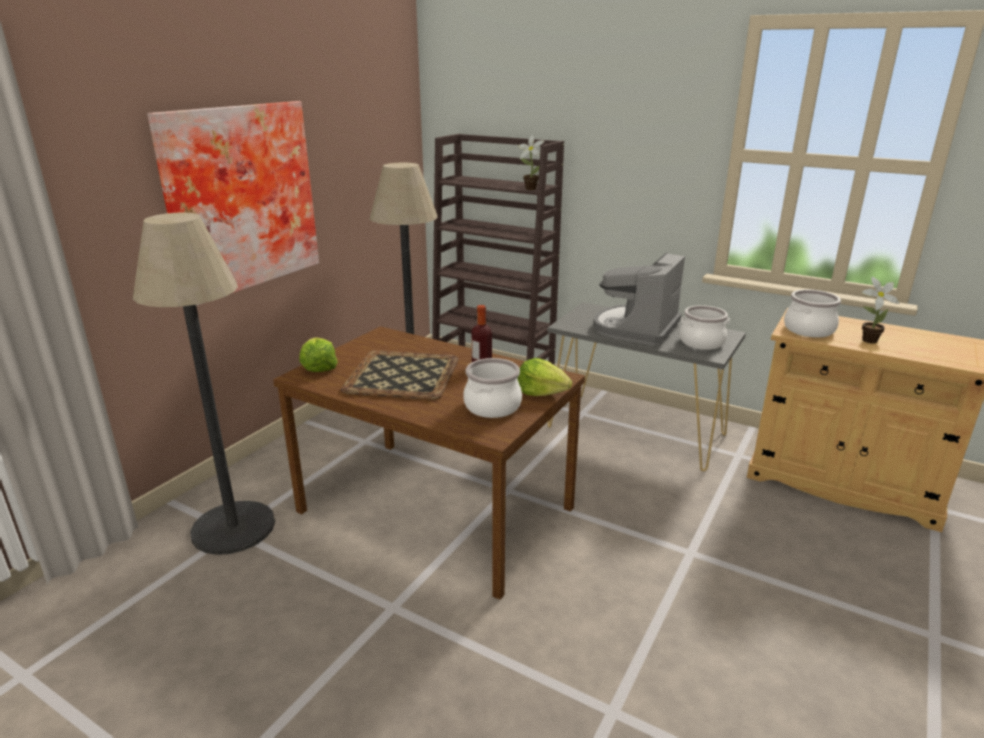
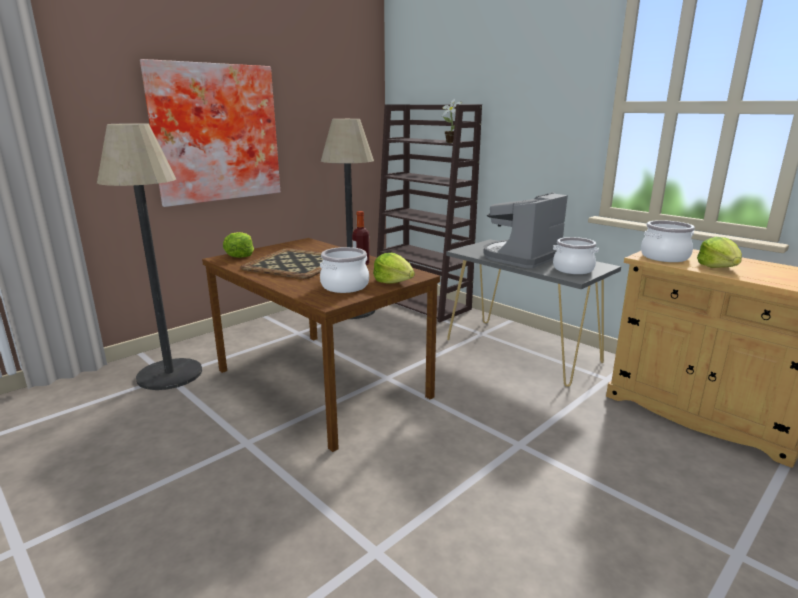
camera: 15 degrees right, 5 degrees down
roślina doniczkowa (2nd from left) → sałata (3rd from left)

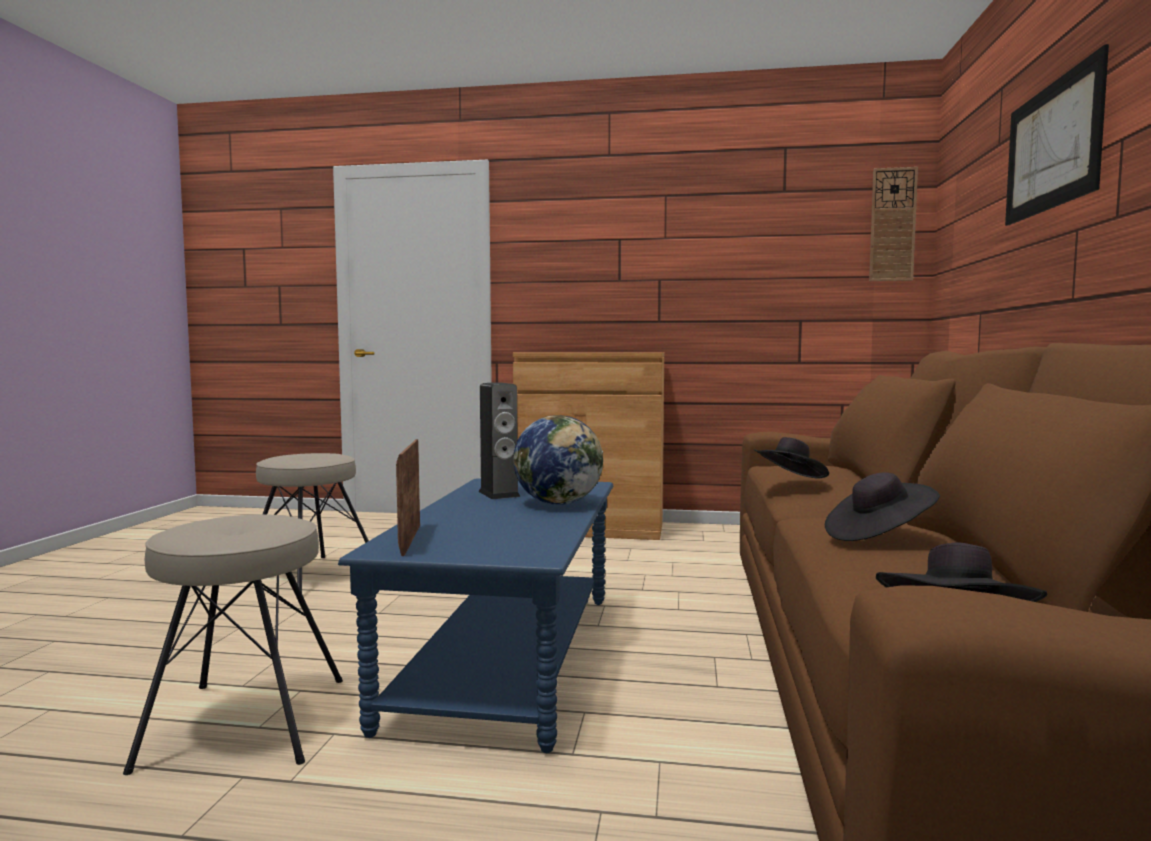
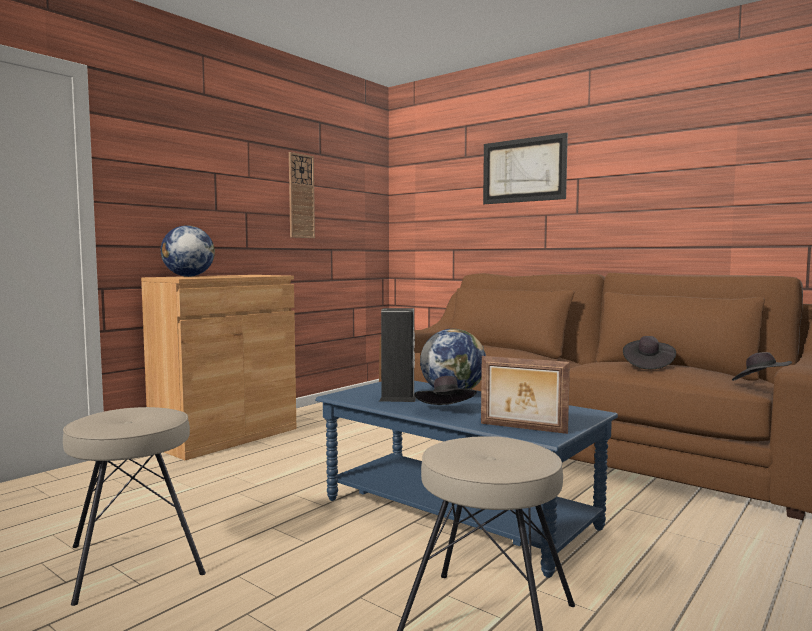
camera: 60 degrees left, 0 degrees up
kapelusz/czarny (1st from left), moved
zegar ścienny, moved
- → globus (1st from left)

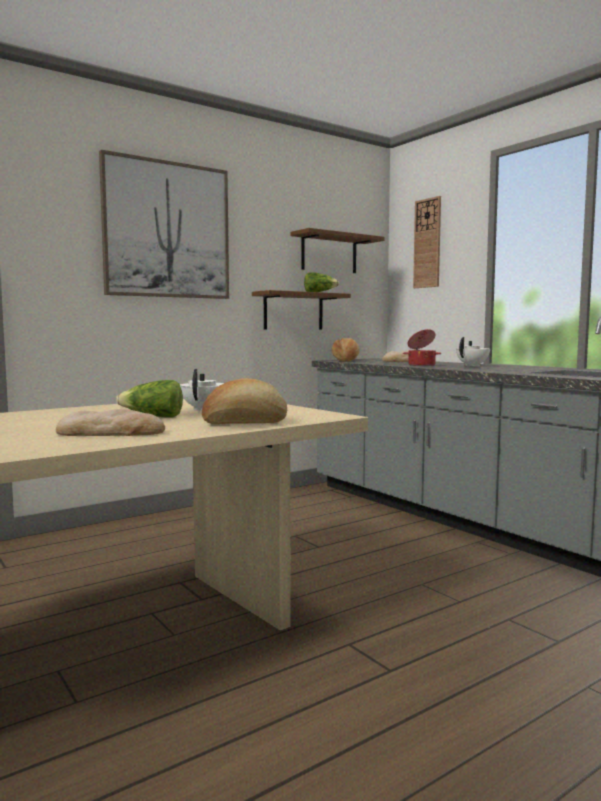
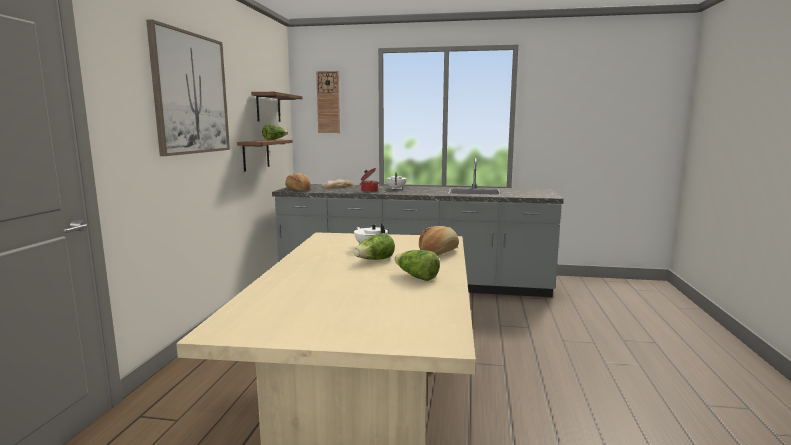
camera: 45 degrees left, 5 degrees up
chleb (1st from left) → sałata (3rd from left)

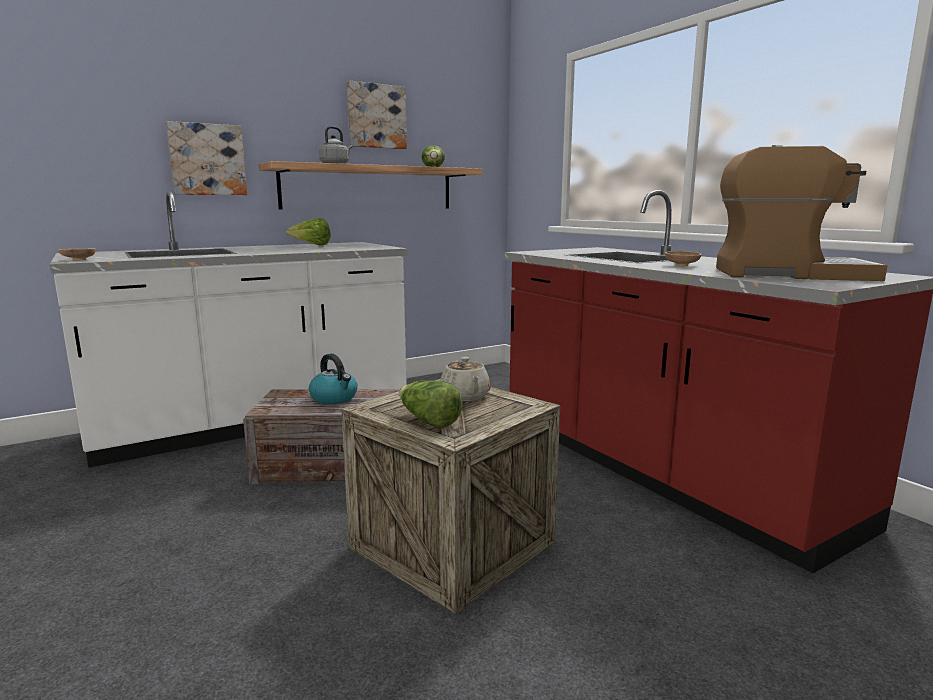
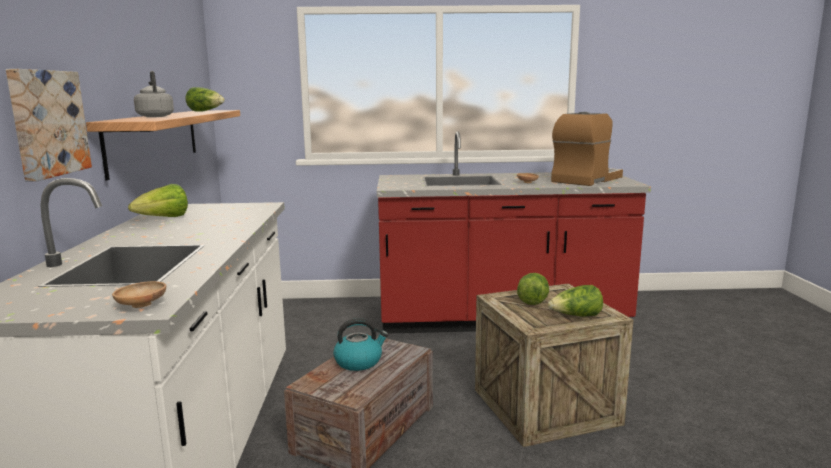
camera: 60 degrees left, 0 degrees up
obraz (2nd from left) → -
imbryk/beżowy → sałata (3rd from left)

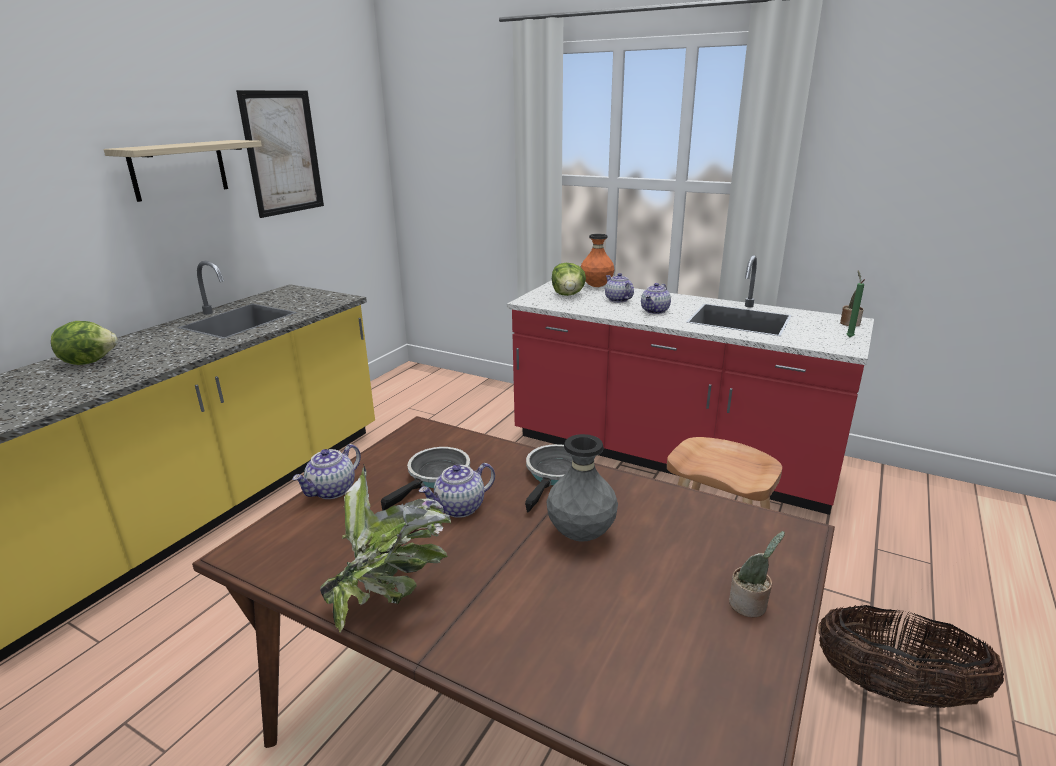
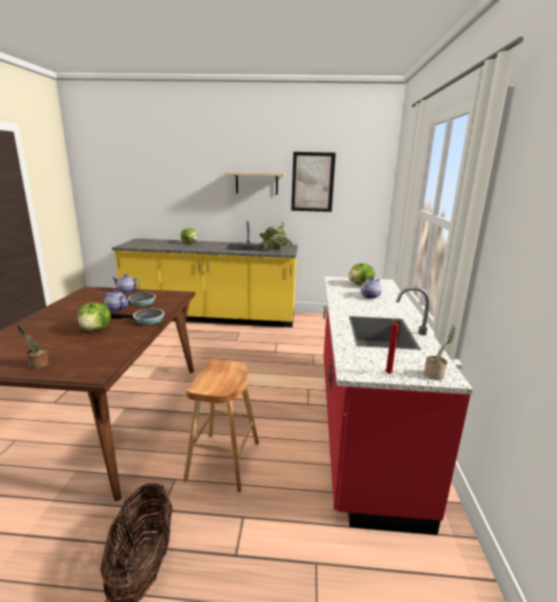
camera: 65 degrees right, 5 degrees down
roślina doniczkowa (1st from left in the first image) → roślina doniczkowa (2nd from left), moved
wazon/szary → sałata (1st from left)
wazon/pomarańczowy → -
imbryk (4th from left) → -
świeca/zielony → świeca/czerwony

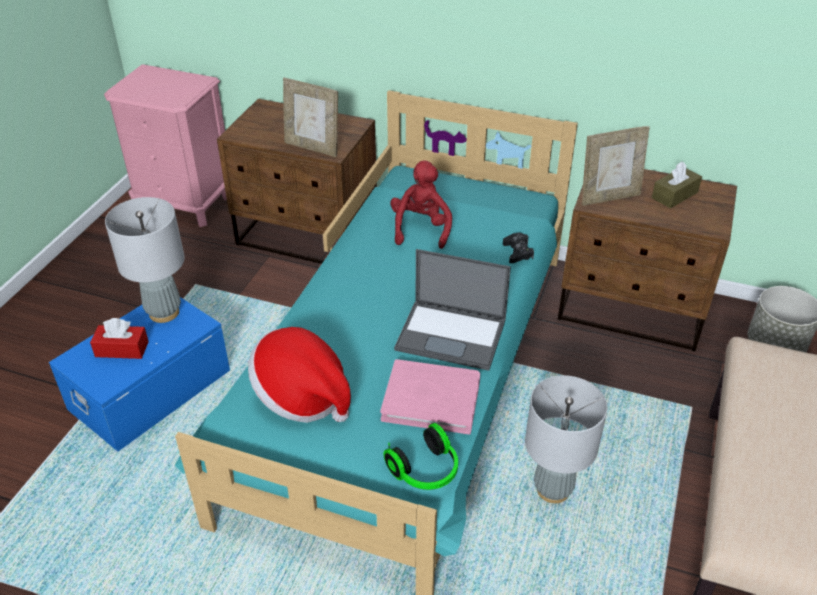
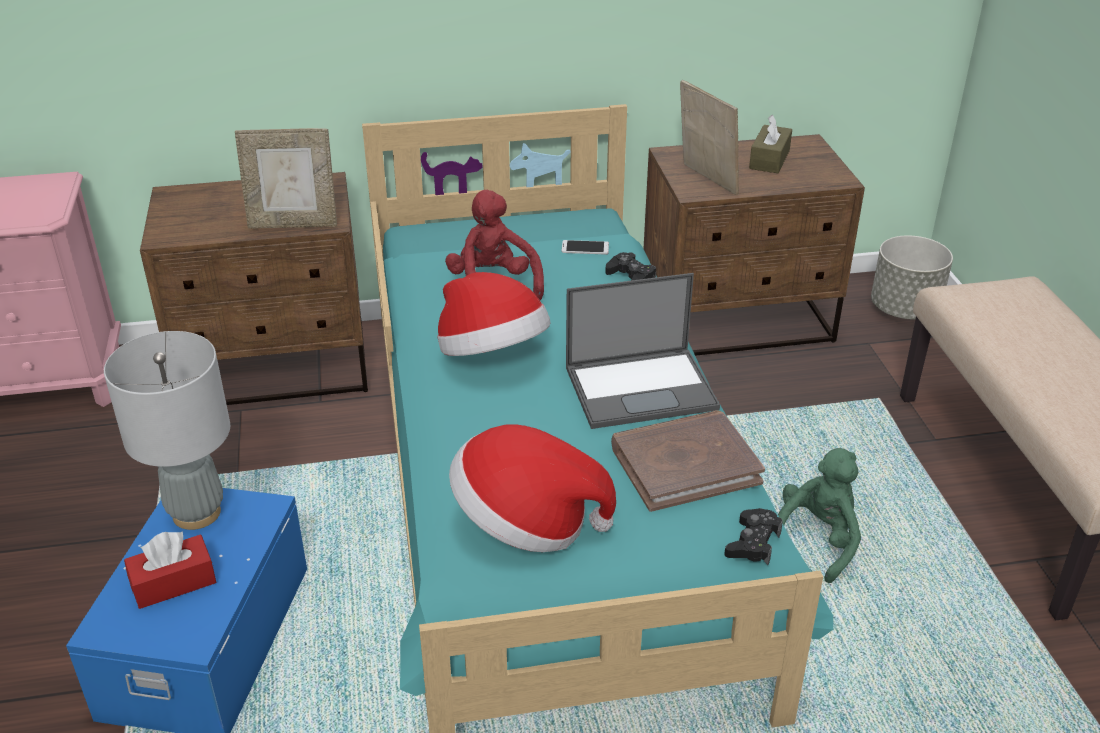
camera: 30 degrees left, 5 degrees down
książka/różowy → książka/brązowy
słuchawki → pad do gier/czarny (2nd from left)
lampa stołowa/szary (2nd from left) → pluszak/zielony
ramka na zdjęcie (2nd from left), 75 degrees counterclockwise
- → kapelusz (1st from left)
- → telefon

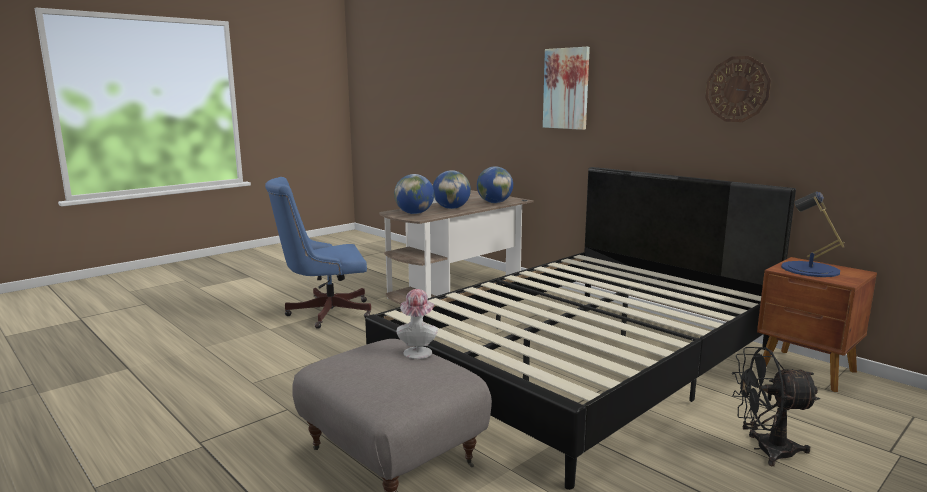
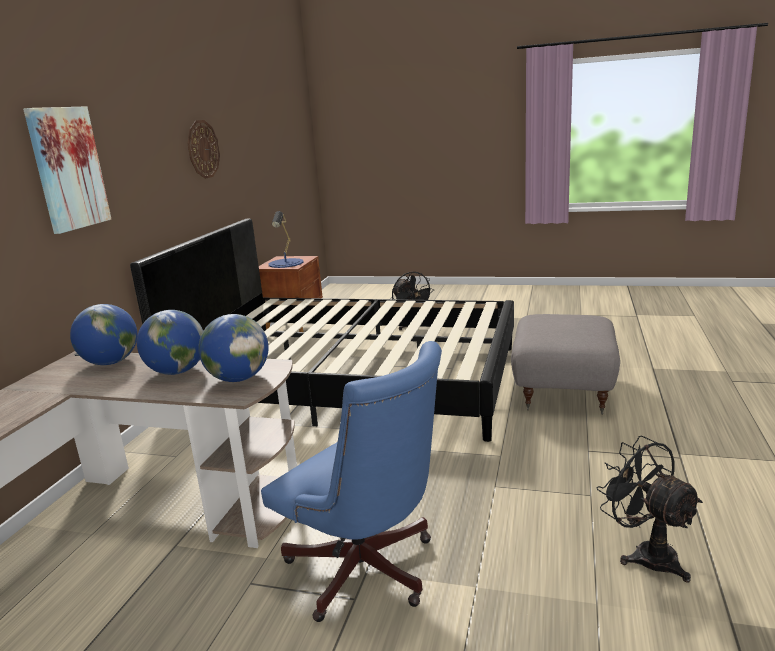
camera: 120 degrees left, 5 degrees up
kapelusz → -
- → wentylator/czarny (2nd from left)

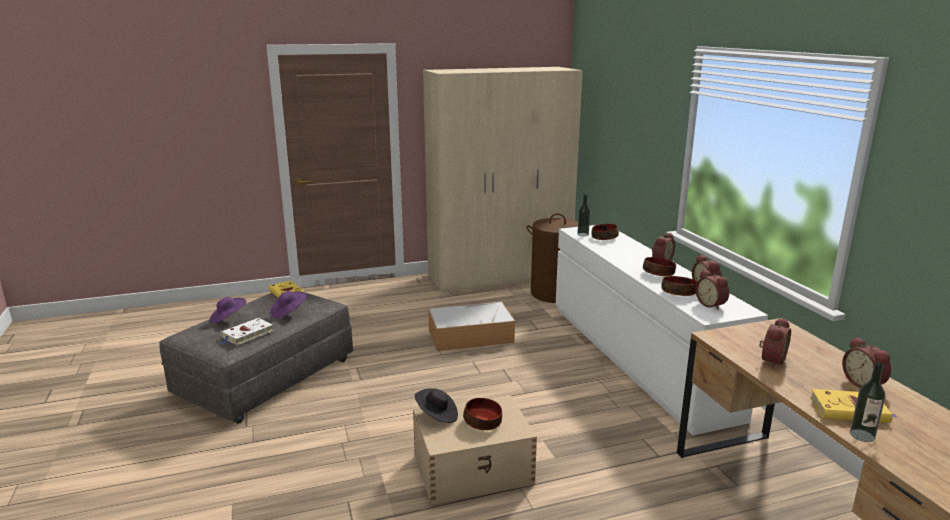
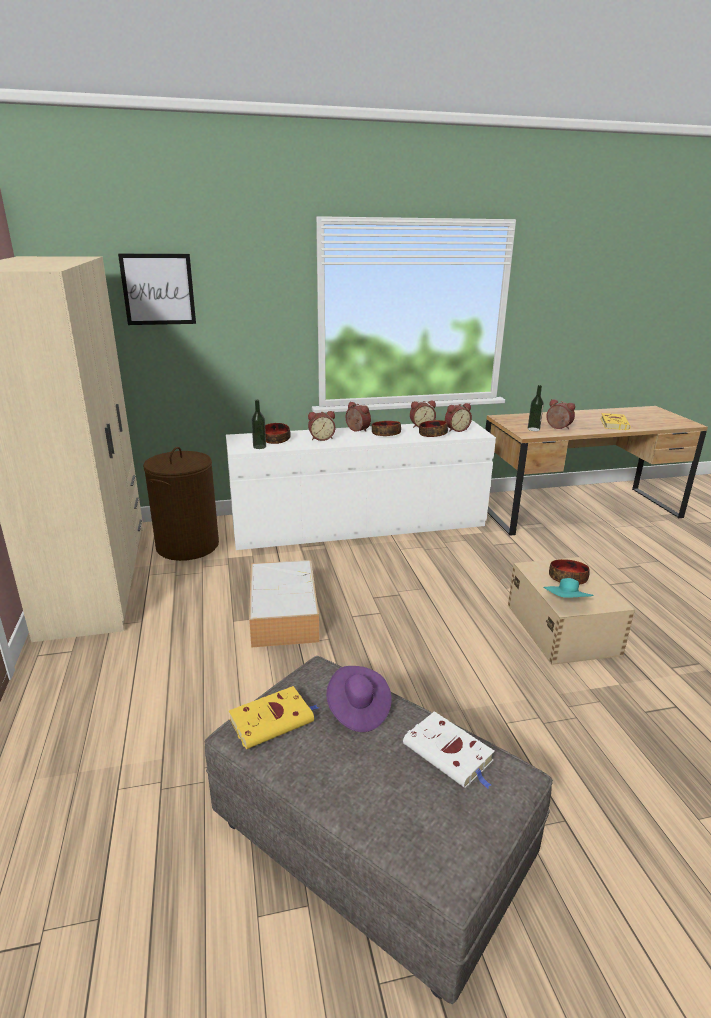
camera: 85 degrees left, 5 degrees up
kapelusz/fioletowy (1st from left) → -
kapelusz/czarny → kapelusz/turkusowy
budzik (5th from left in the first image) → budzik (1st from left), moved
butelka (2nd from left), moved
- → obraz

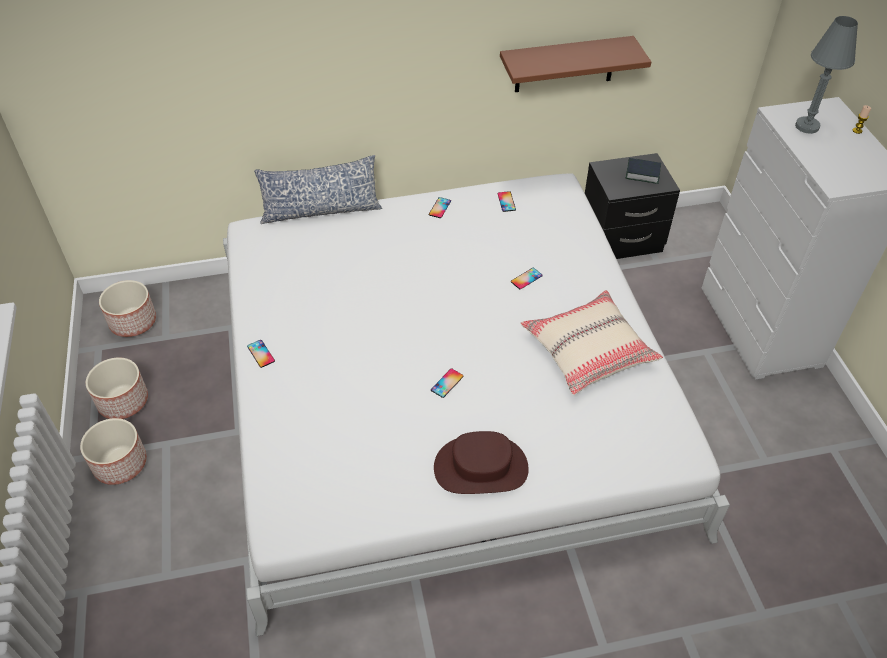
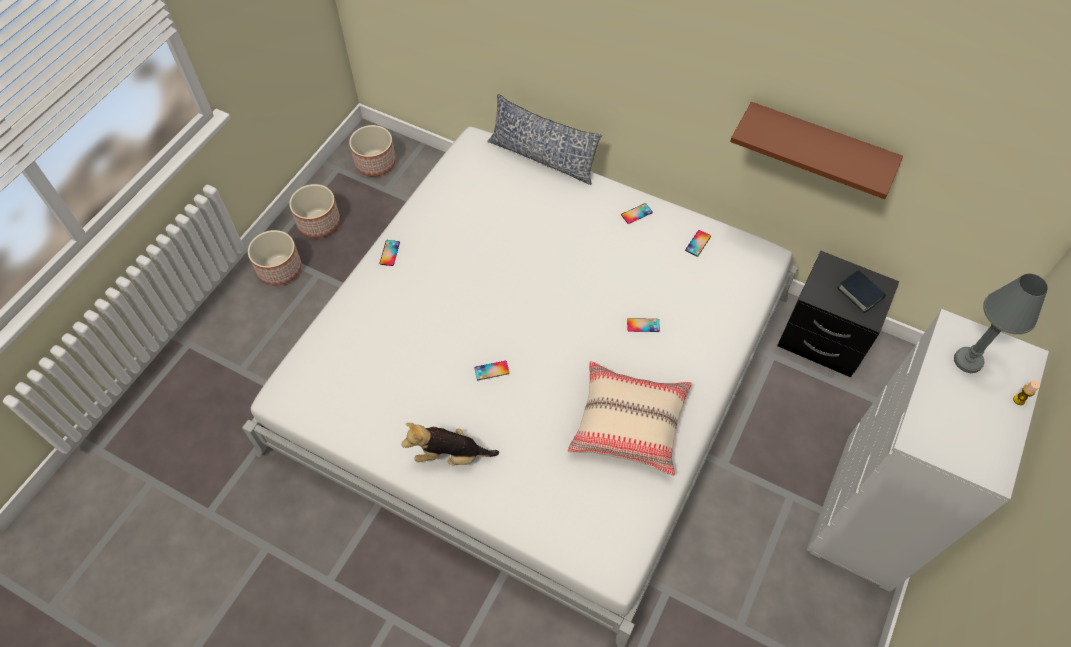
camera: 40 degrees right, 10 degrees up
kapelusz/brązowy → pluszak

